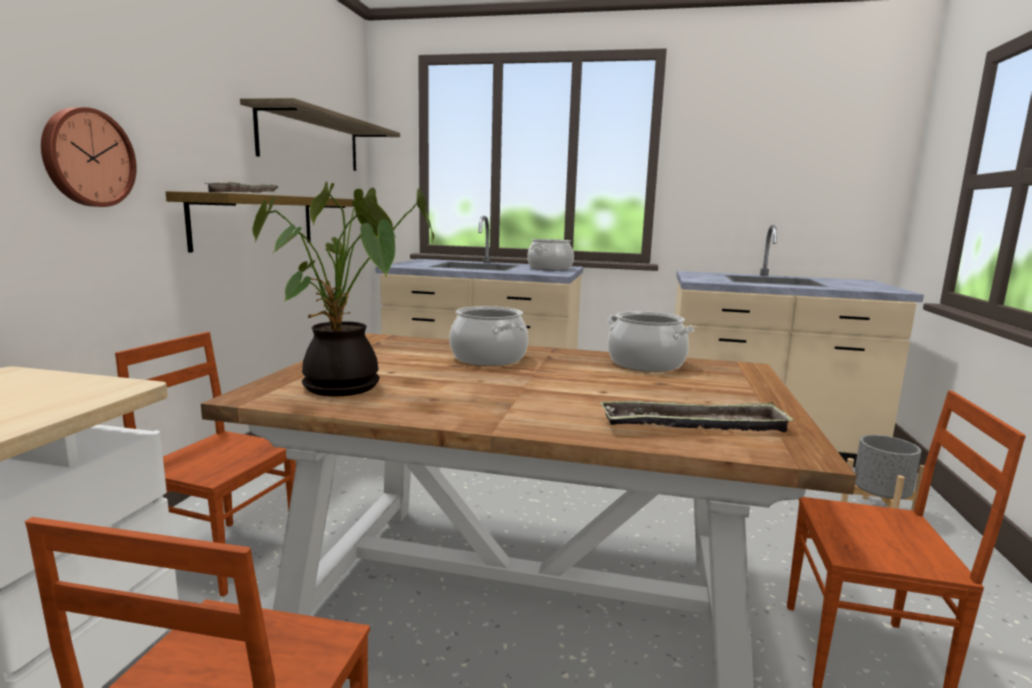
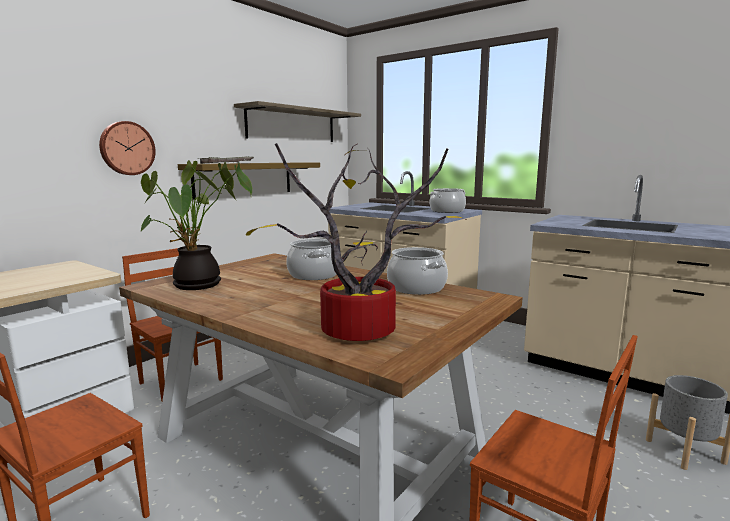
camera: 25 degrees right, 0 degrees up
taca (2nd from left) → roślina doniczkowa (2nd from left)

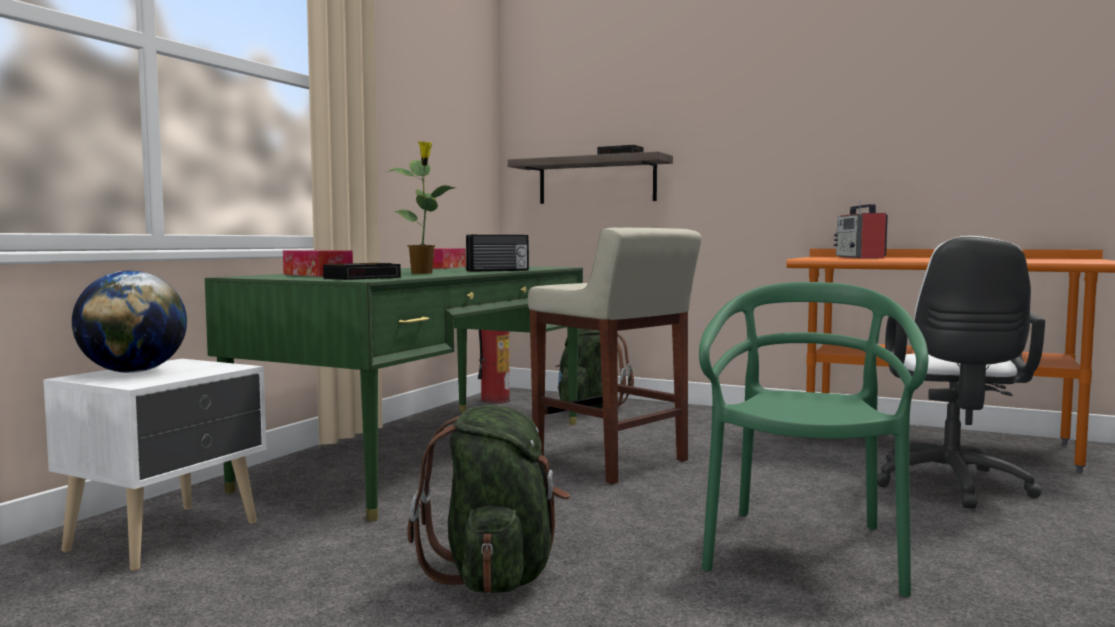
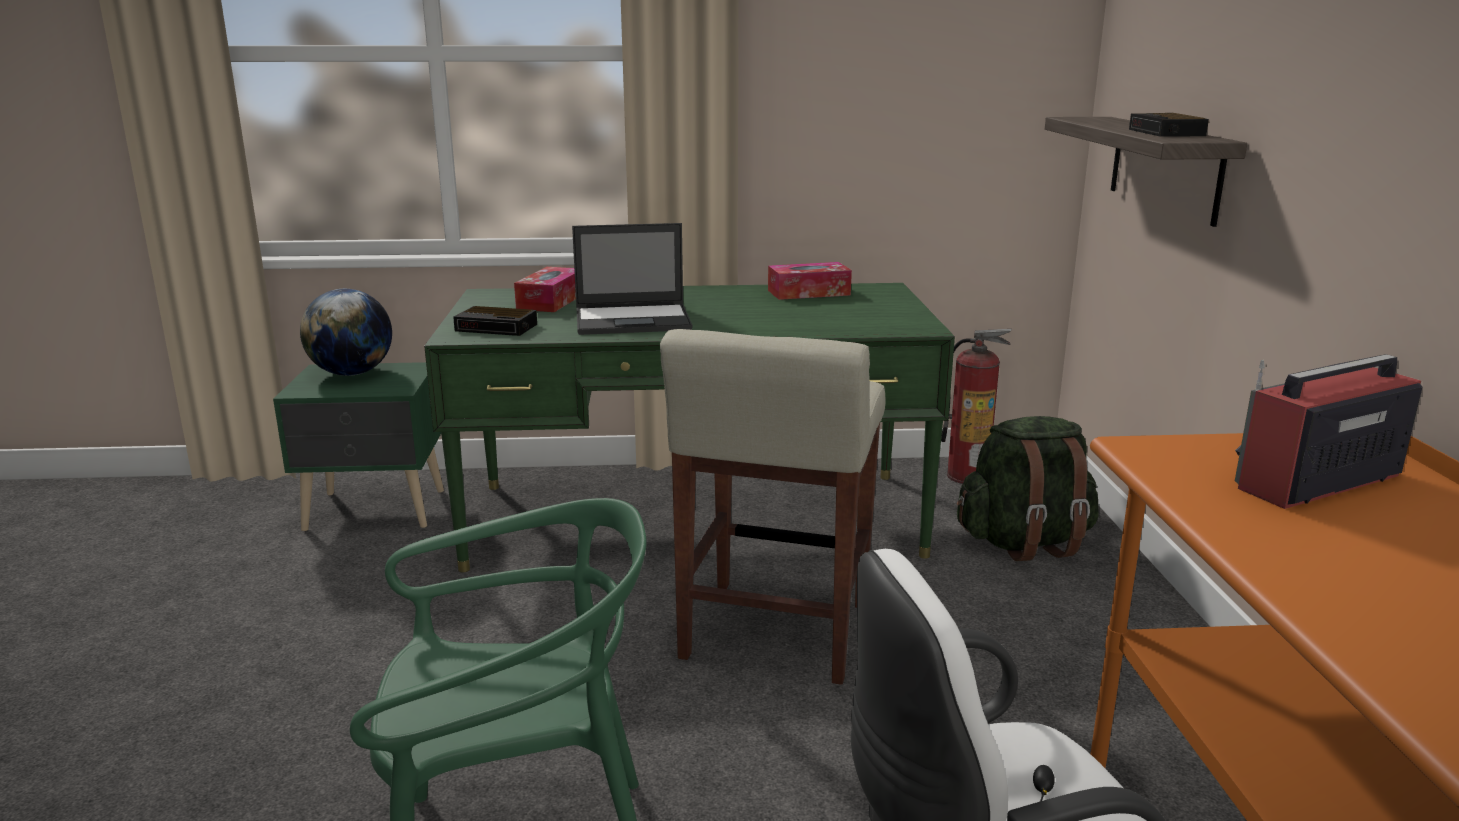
camera: 60 degrees right, 15 degrees up
szafka nocna/biały → szafka nocna/zielony
roślina doniczkowa → laptop
plecak/zielony (1st from left) → -
radio (1st from left) → -

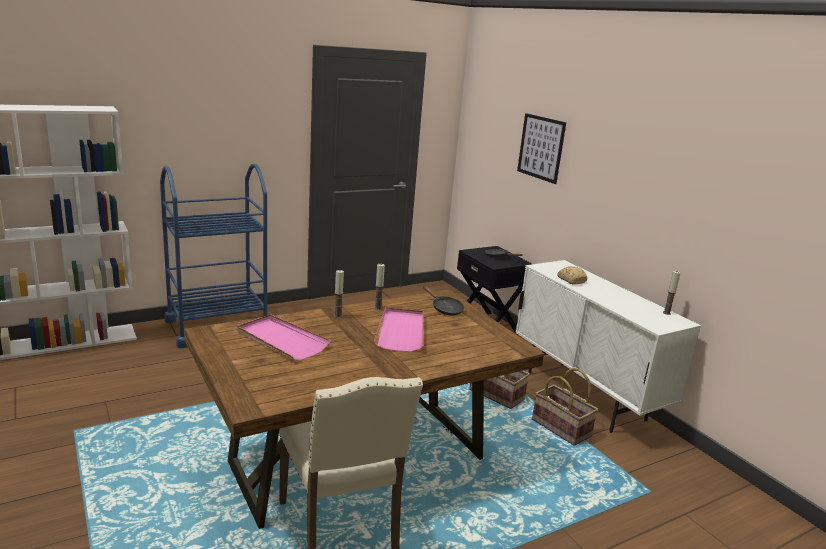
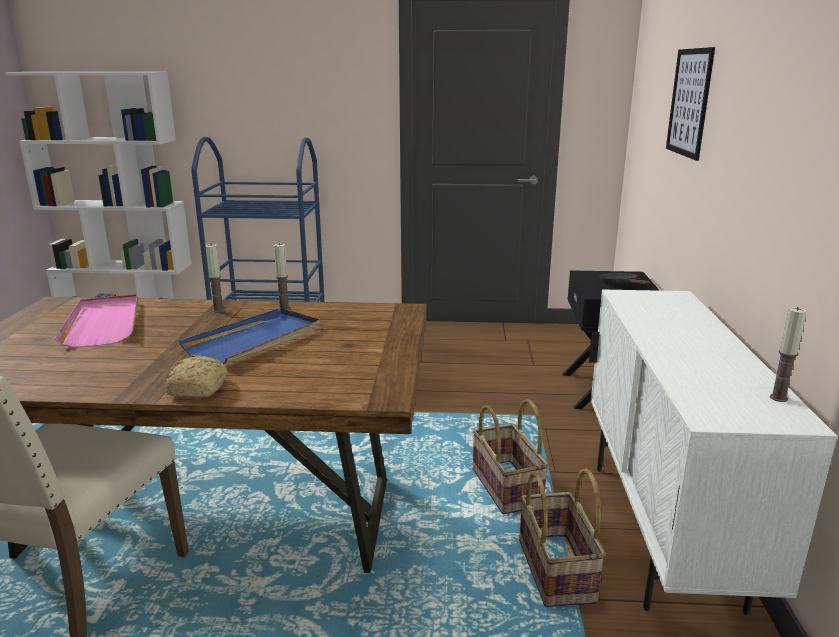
camera: 35 degrees right, 0 degrees up
taca/różowy (2nd from left) → taca/niebieski
patelnia/czarny (1st from left) → -
chleb, moved

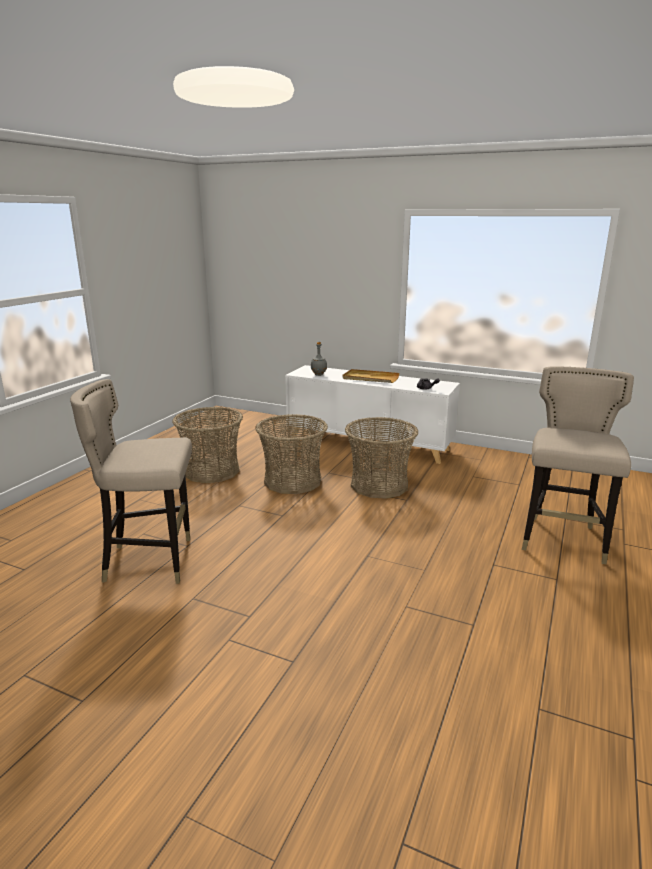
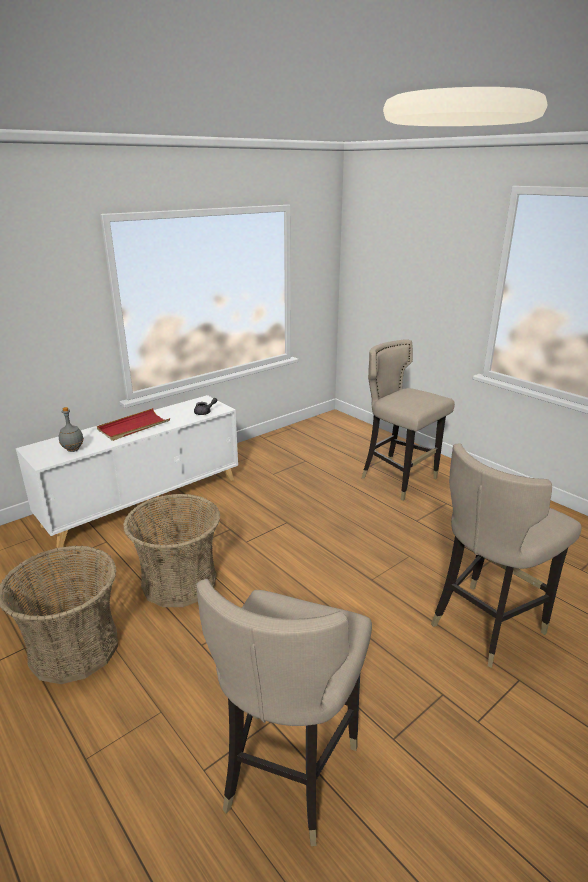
camera: 65 degrees left, 5 degrees up
taca/beżowy → taca/czerwony
koszyk (3rd from left) → -
- → stołek/beżowy (3rd from left)

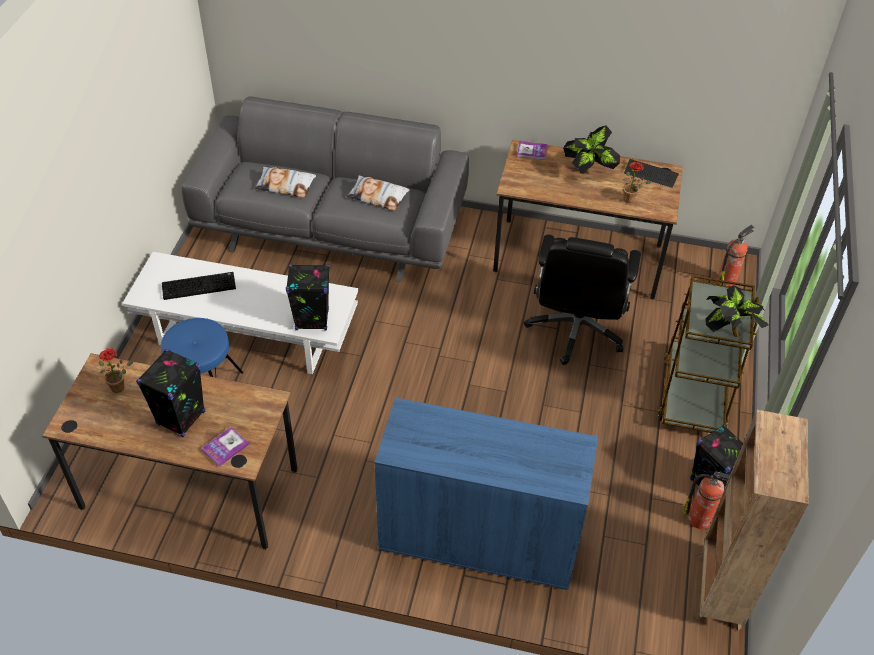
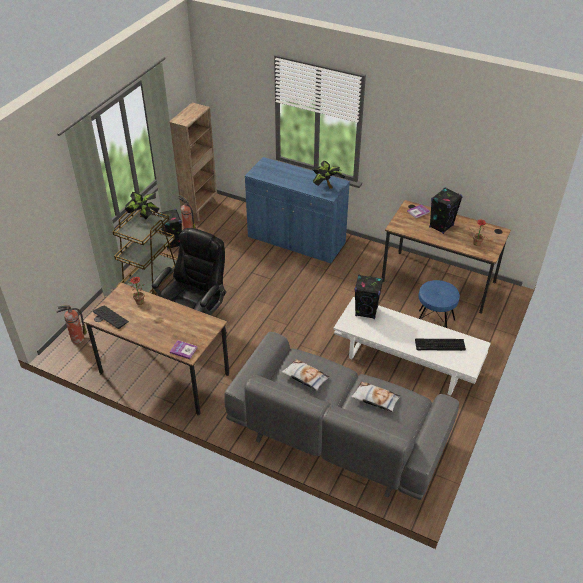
camera: 165 degrees left, 5 degrees down
roślina doniczkowa (2nd from left in the first image) → roślina doniczkowa (3rd from left), moved

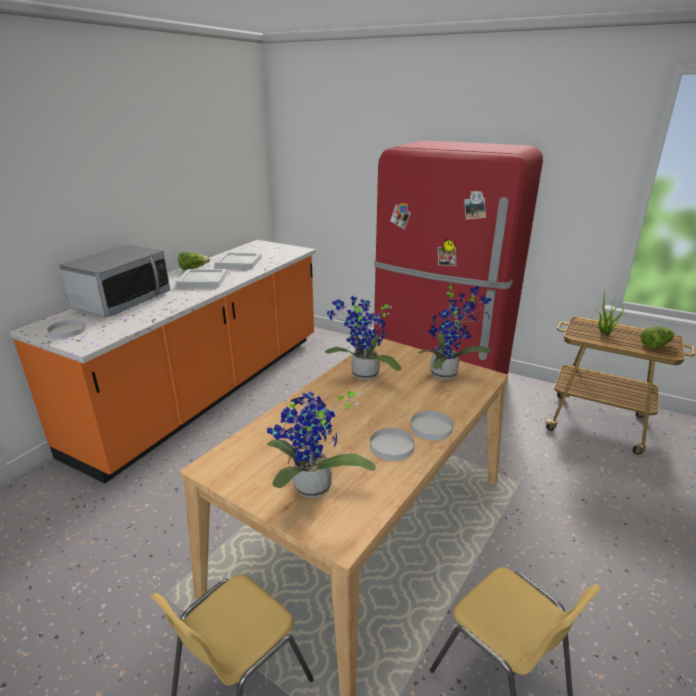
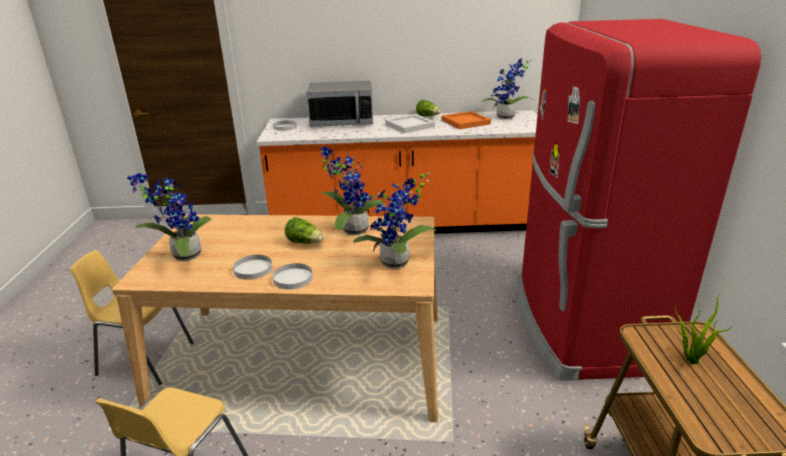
camera: 60 degrees right, 0 degrees up
taca/biały (2nd from left) → taca/pomarańczowy
sałata (2nd from left in the first image) → sałata (1st from left), moved
- → roślina doniczkowa (4th from left)

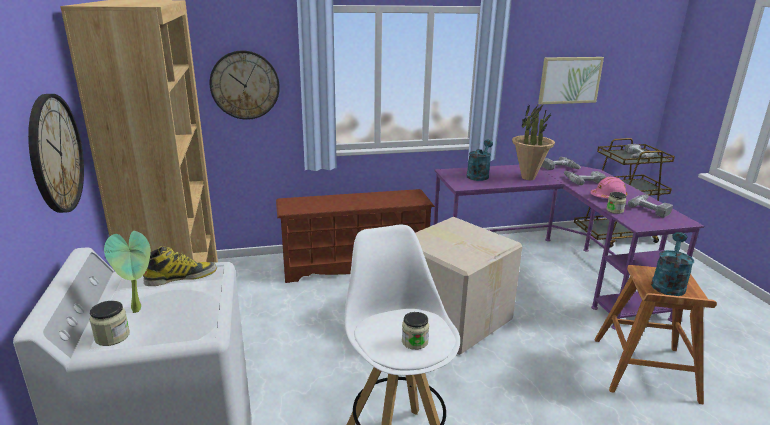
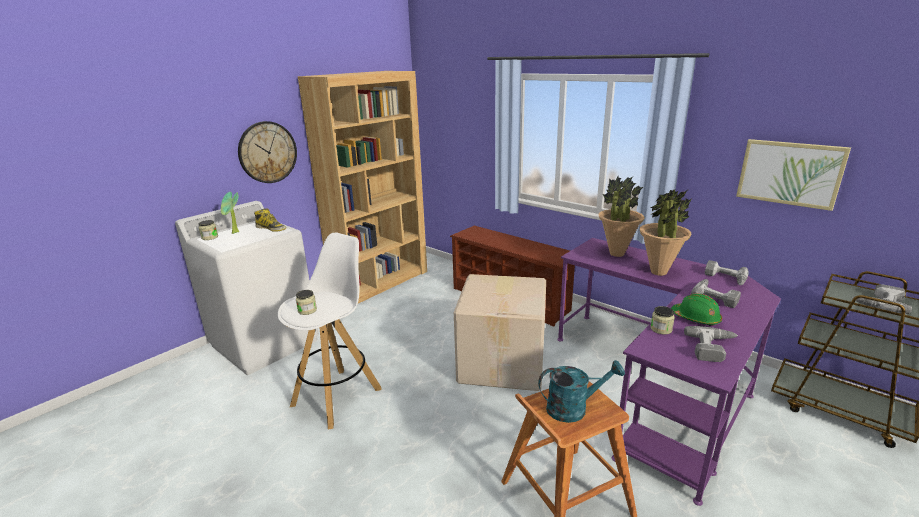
camera: 55 degrees right, 0 degrees up
zegar ścienny (2nd from left) → -
konewka/turkusowy (1st from left) → roślina doniczkowa (2nd from left)
kask/różowy → kask/zielony

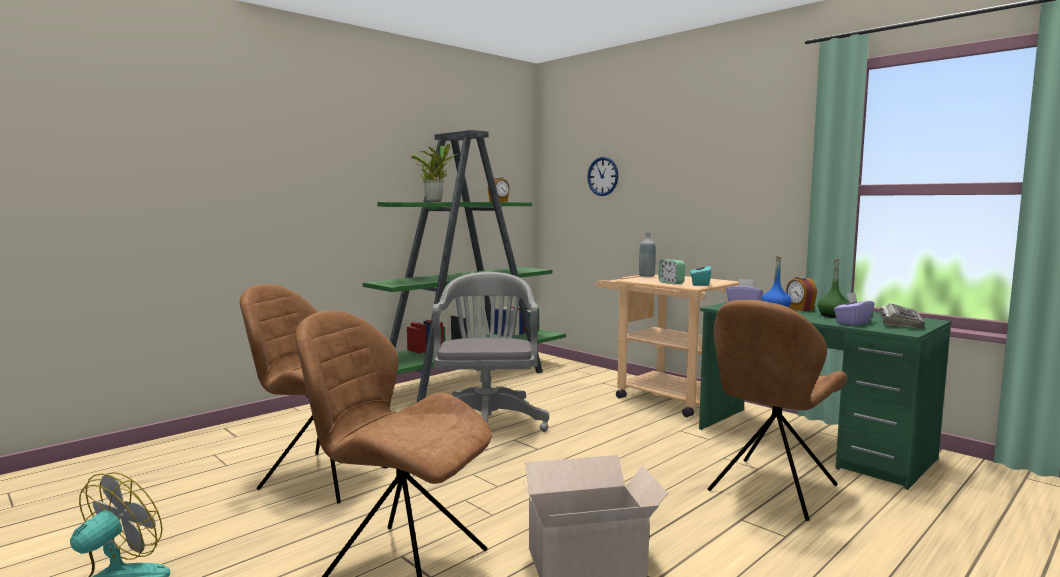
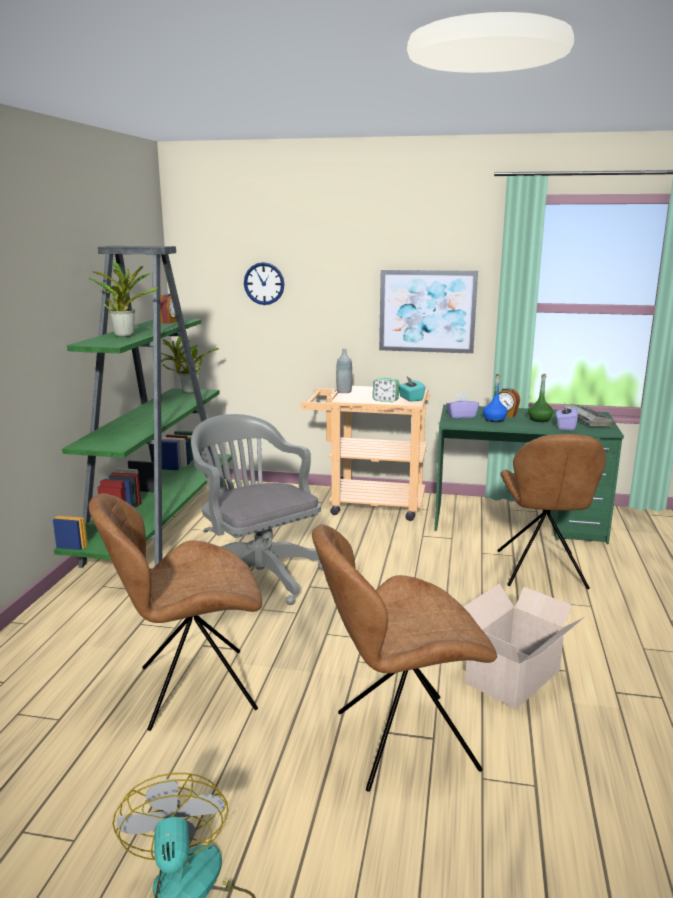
camera: 35 degrees left, 10 degrees up
- → roślina doniczkowa (2nd from left)
- → obraz

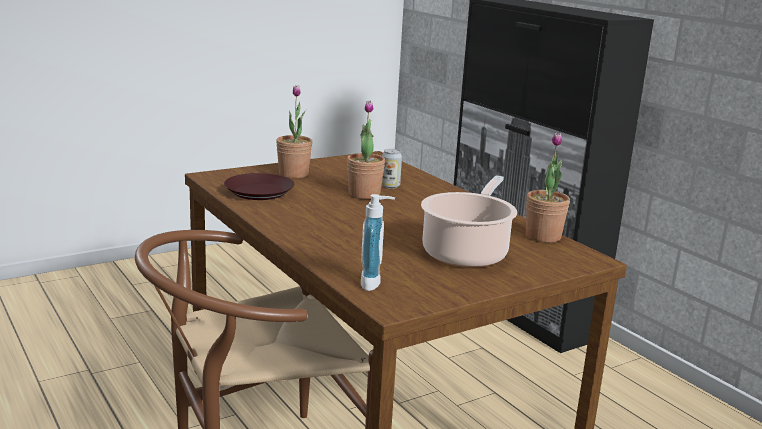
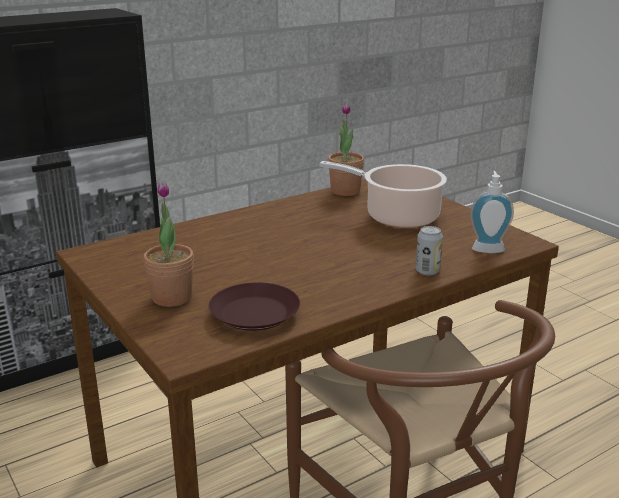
camera: 90 degrees left, 5 degrees up
roślina doniczkowa (2nd from left) → -
puszka, moved

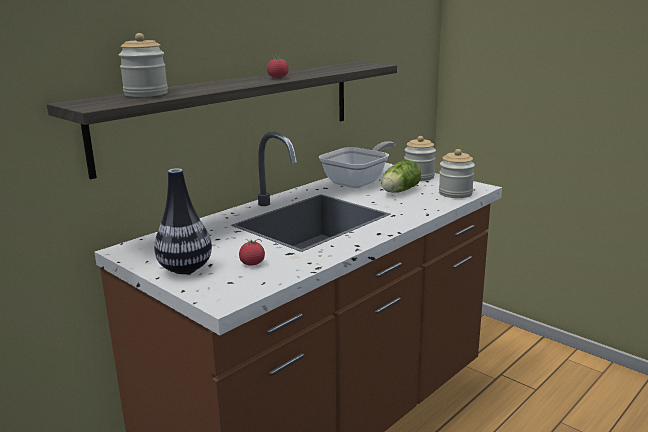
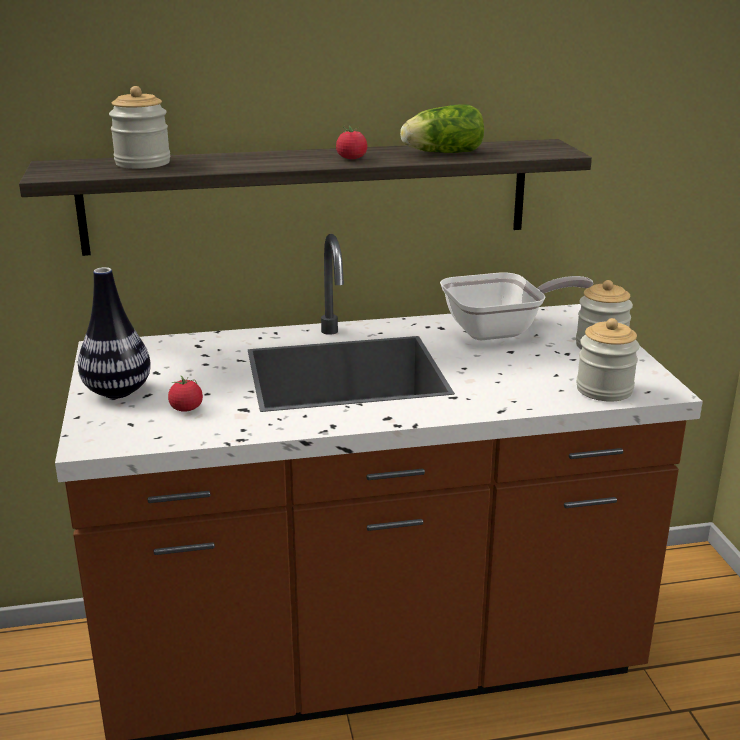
camera: 35 degrees right, 5 degrees up
sałata, moved

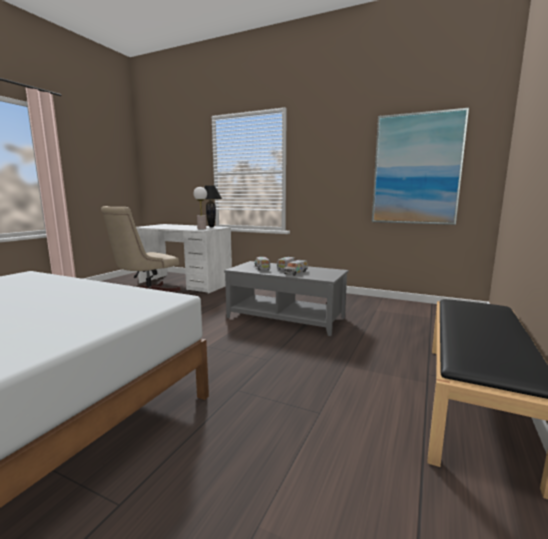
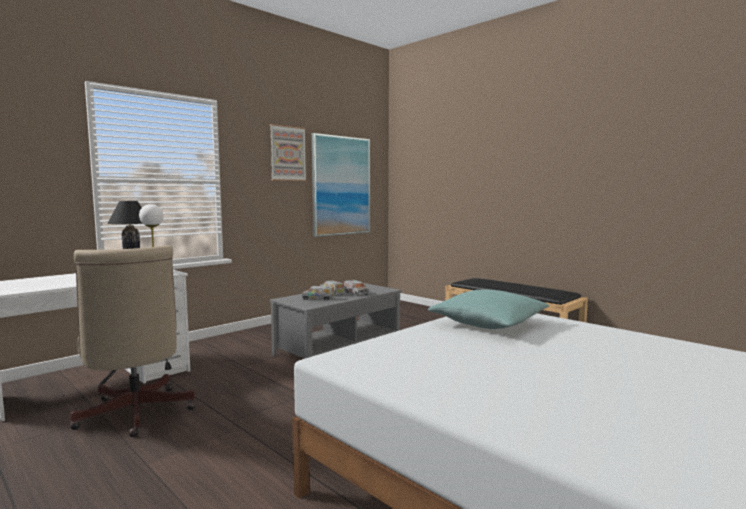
camera: 70 degrees left, 5 degrees down
- → obraz (1st from left)
- → poduszka/turkusowy

